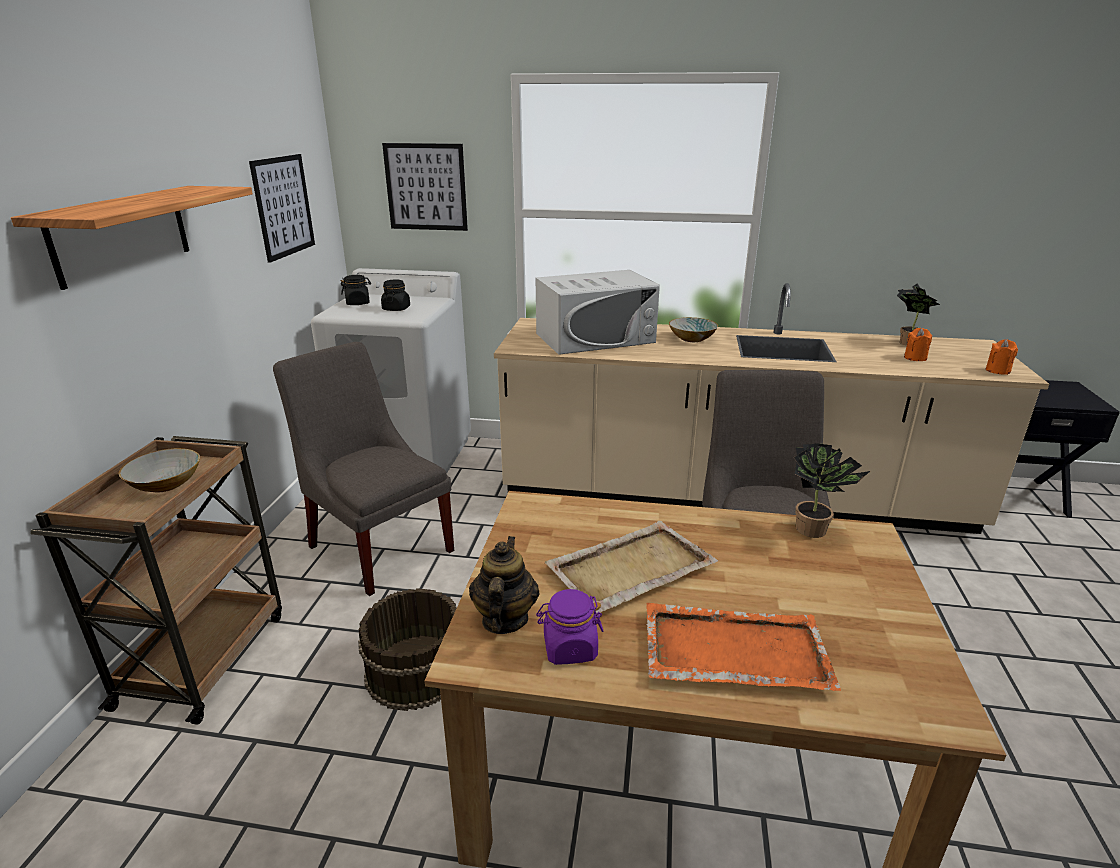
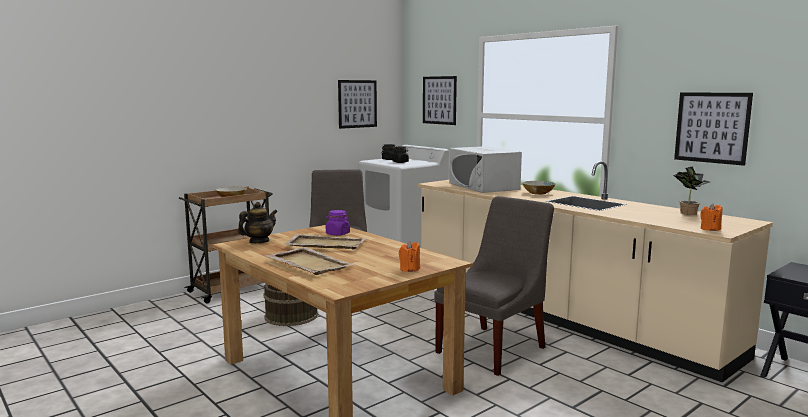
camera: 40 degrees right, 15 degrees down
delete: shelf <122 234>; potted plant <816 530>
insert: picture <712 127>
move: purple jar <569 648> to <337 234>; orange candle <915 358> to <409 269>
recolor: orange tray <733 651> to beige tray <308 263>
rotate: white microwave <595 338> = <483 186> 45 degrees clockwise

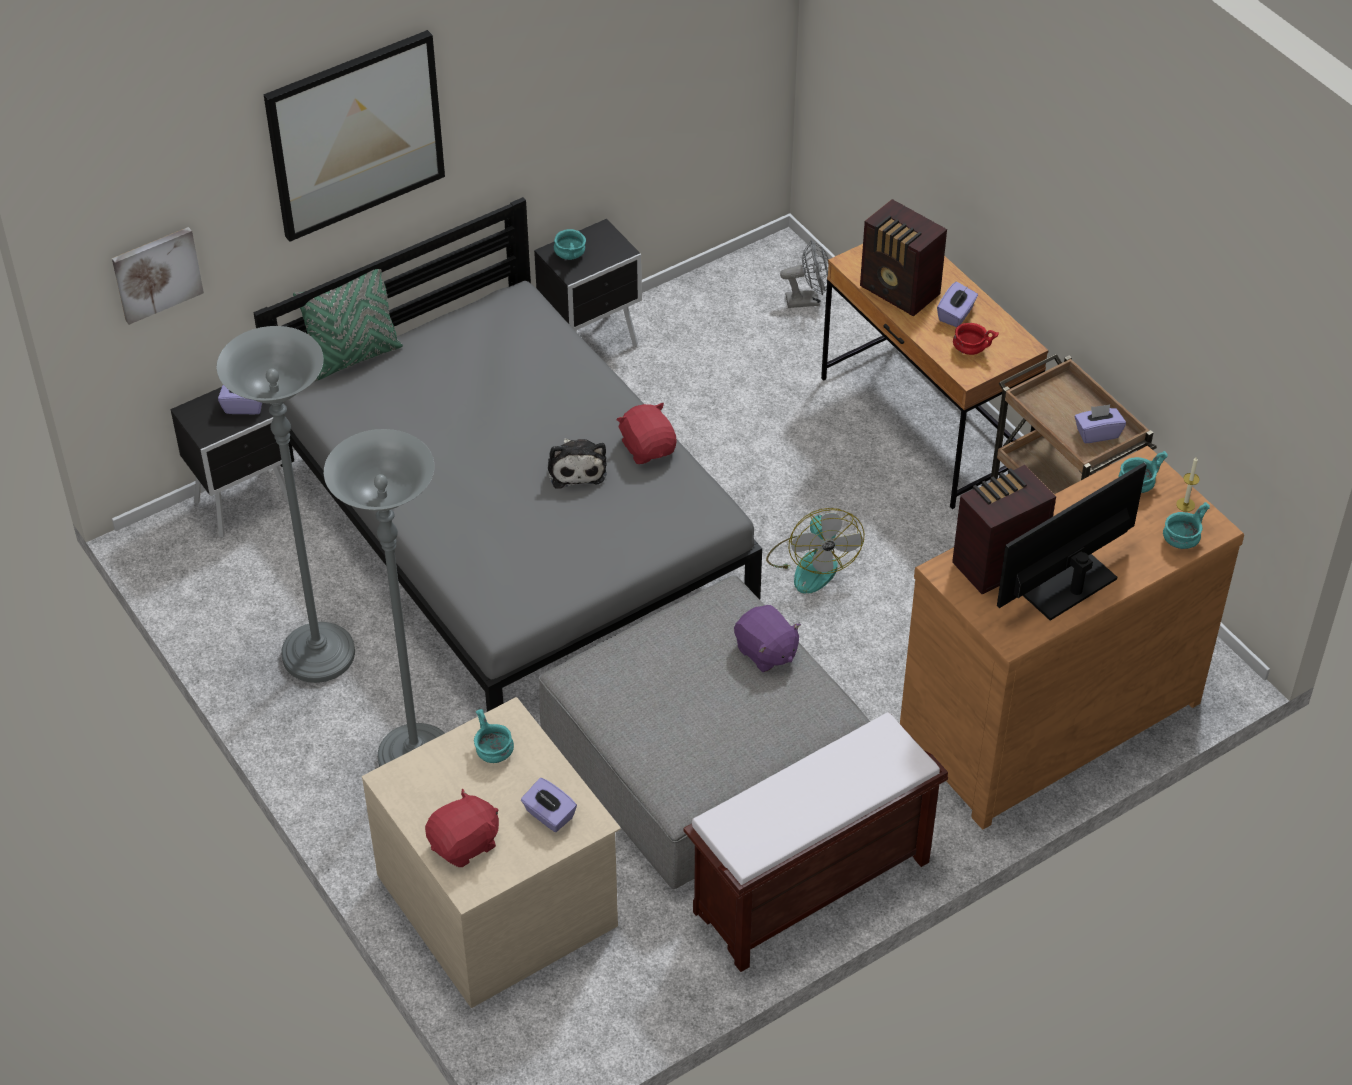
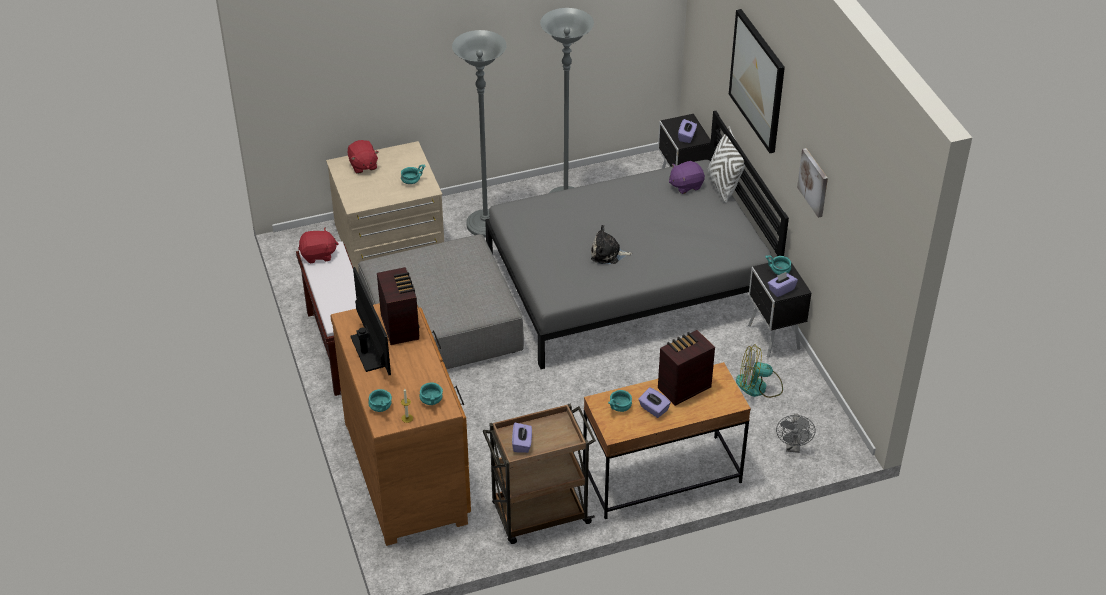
camera: 105 degrees right, 5 degrees down
move: red plush toy <648 448> to <318 255>; purple plush toy <766 652> to <685 185>; fan <811 563> to <759 386>; purple tissue box <549 815> to <781 290>; picture <156 273> to <814 182>
recolor: red bowl <970 349> to turquoise bowl <620 408>; green pillow <353 357> to white pillow <723 185>

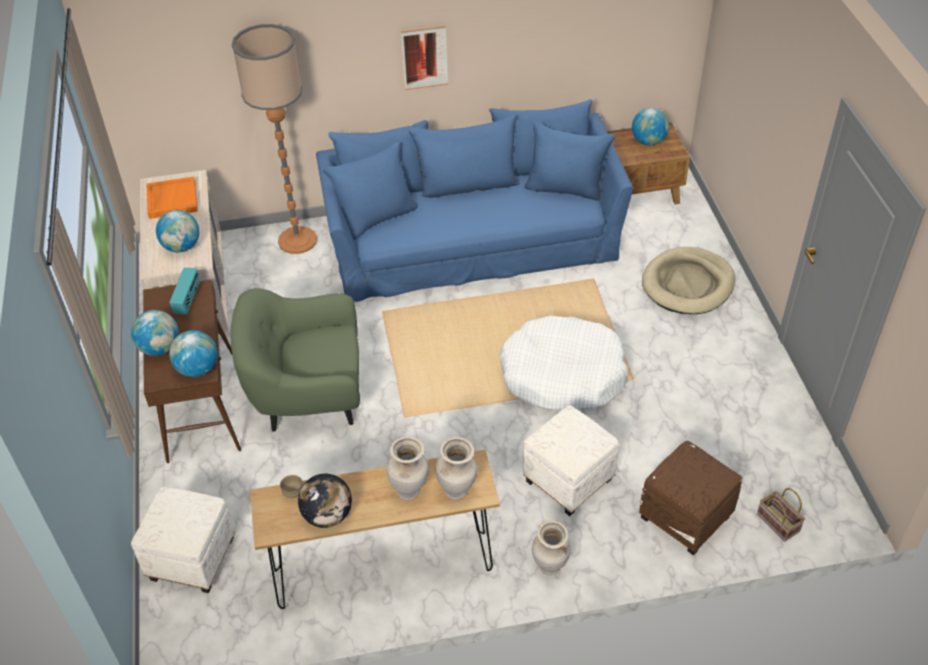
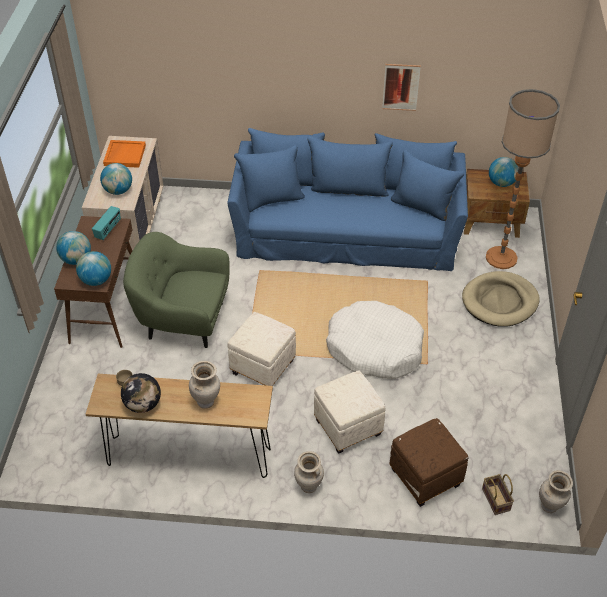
camera: 15 degrees right, 0 degrees up
move: white ottoman <192 560> to <263 367>; picture <424 58> to <401 87>; floor lamp <297 240> to <501 258>; beige vase <457 491> to <549 507>

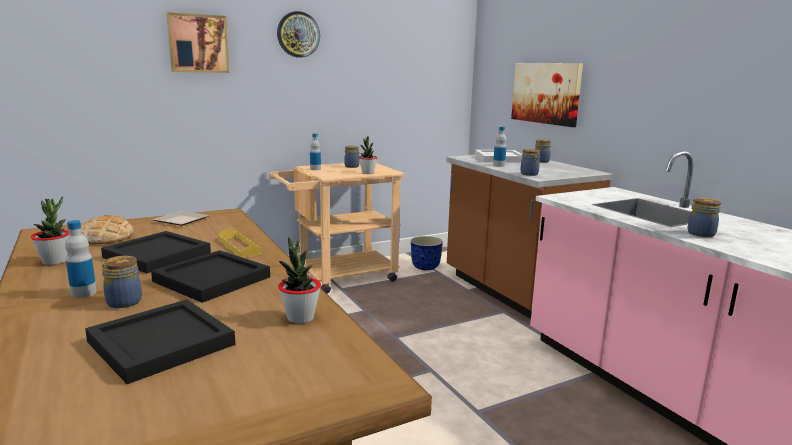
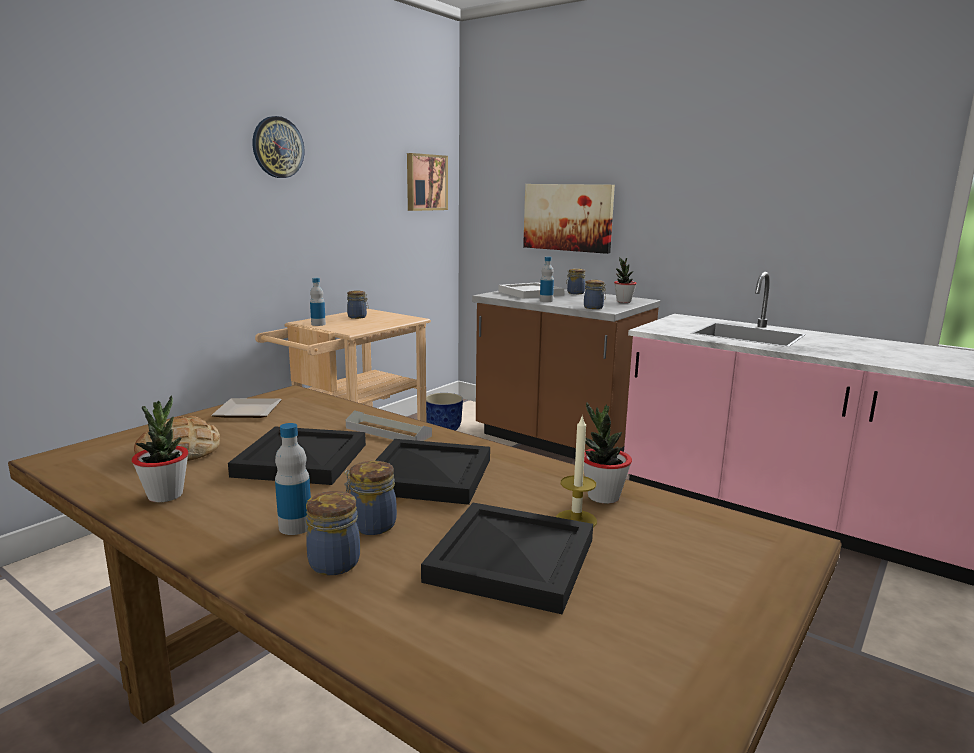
camera: 25 degrees left, 0 degrees up
insert: candle <576 520>
move: jar <700 233> to <334 562>; picture <198 43> to <425 182>; potted plant <367 173> to <623 301>
recolor: yellow tray <239 247> to grey tray <388 432>

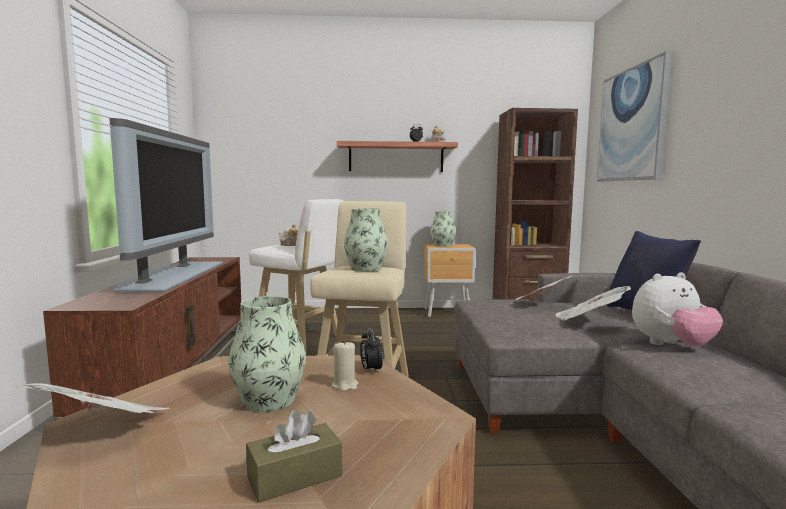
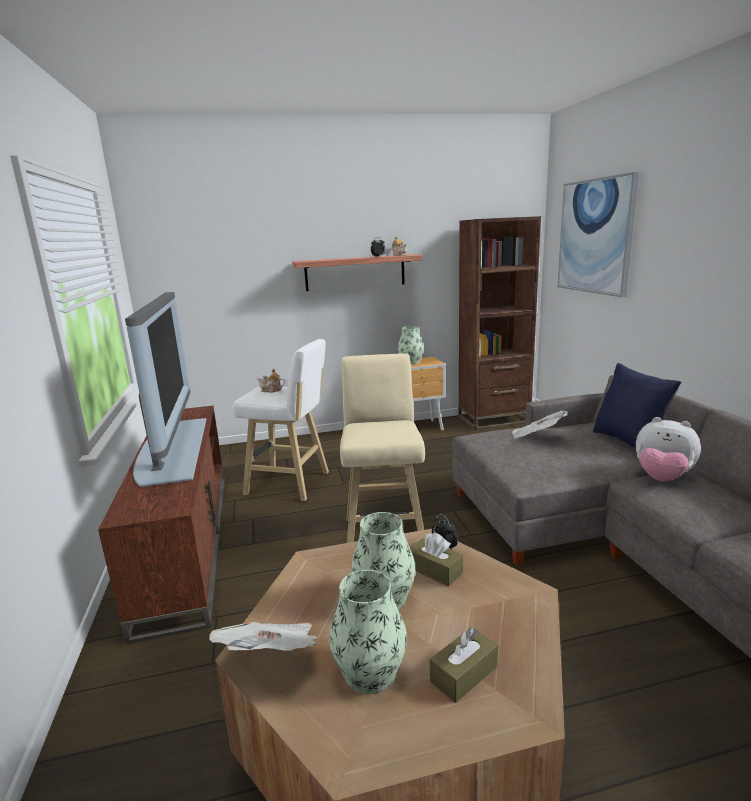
camera: 10 degrees left, 10 degrees up
delete: newspaper <589 321>
move: vase <365 268> to <370 672>
replace: beige candle <345 385> to brown tissue box <435 570>
rotate: plush toy <671 346> = <662 478> 60 degrees clockwise

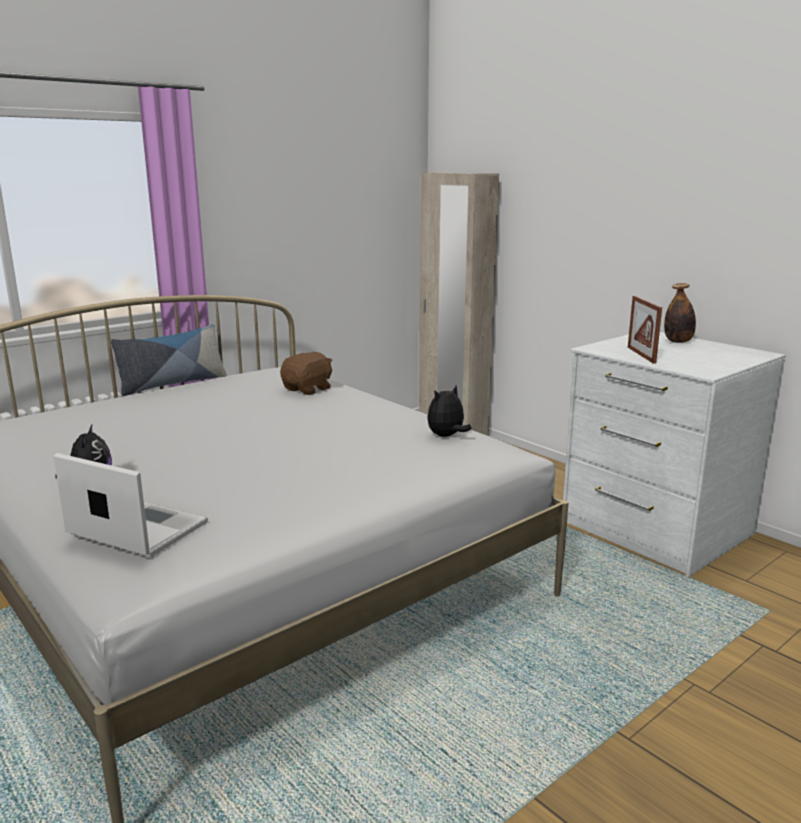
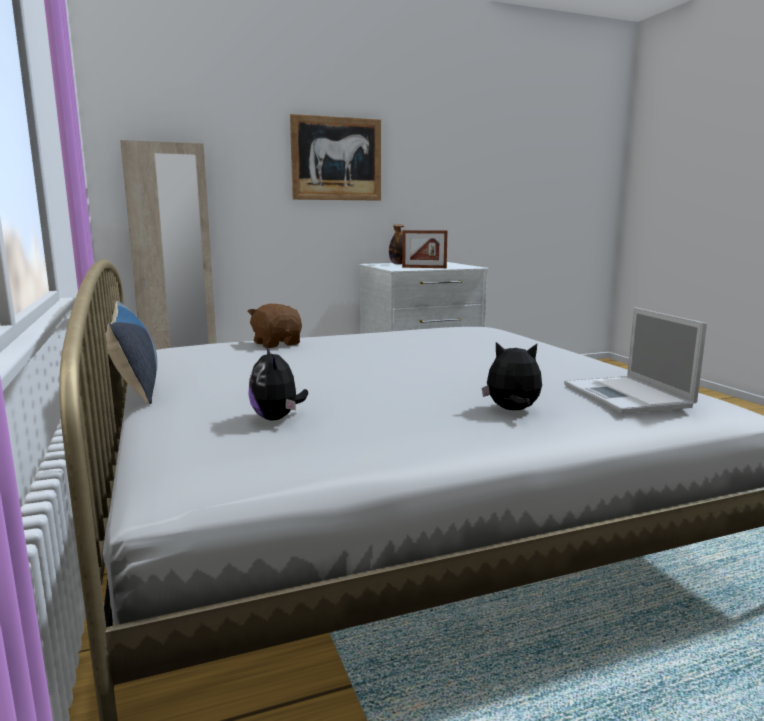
camera: 70 degrees left, 5 degrees down
insert: picture <336 159>
move: plush toy <447 436> to <277 418>
rotate: laptop <135 528> = <628 396> 60 degrees counterclockwise

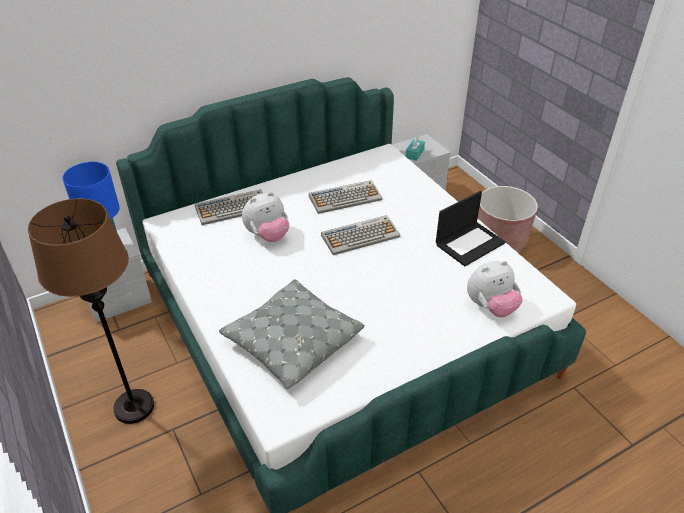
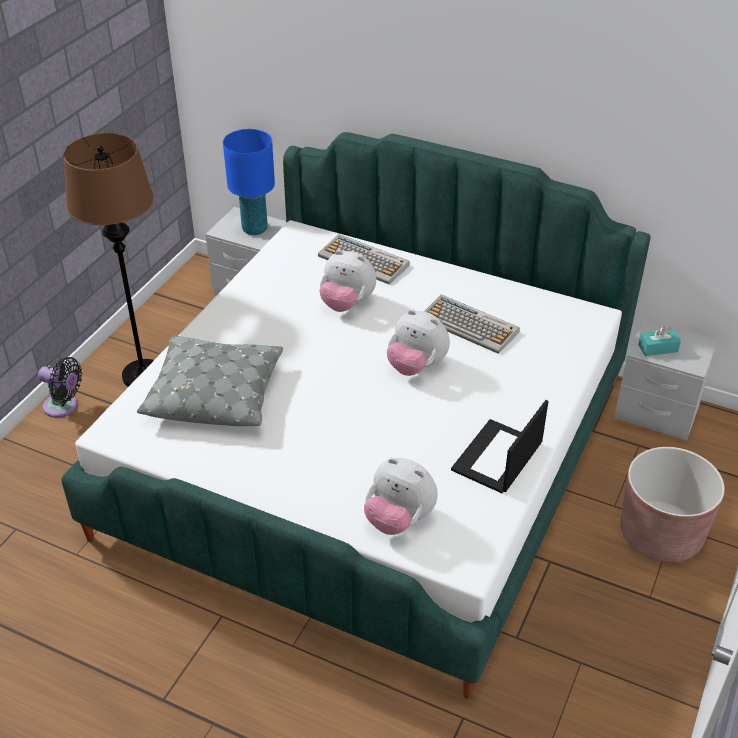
camera: 55 degrees right, 0 degrees up
insert: black fan <63 407>
replace: keyboard <361 236> to plush toy <416 366>
rotate: laptop <470 243> = <497 458> 105 degrees clockwise

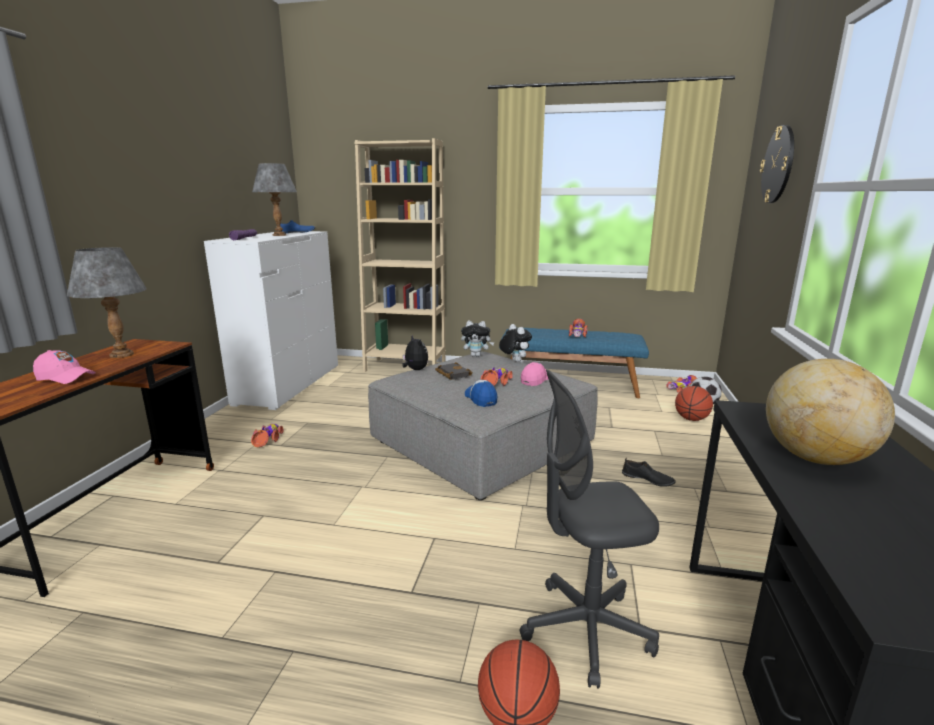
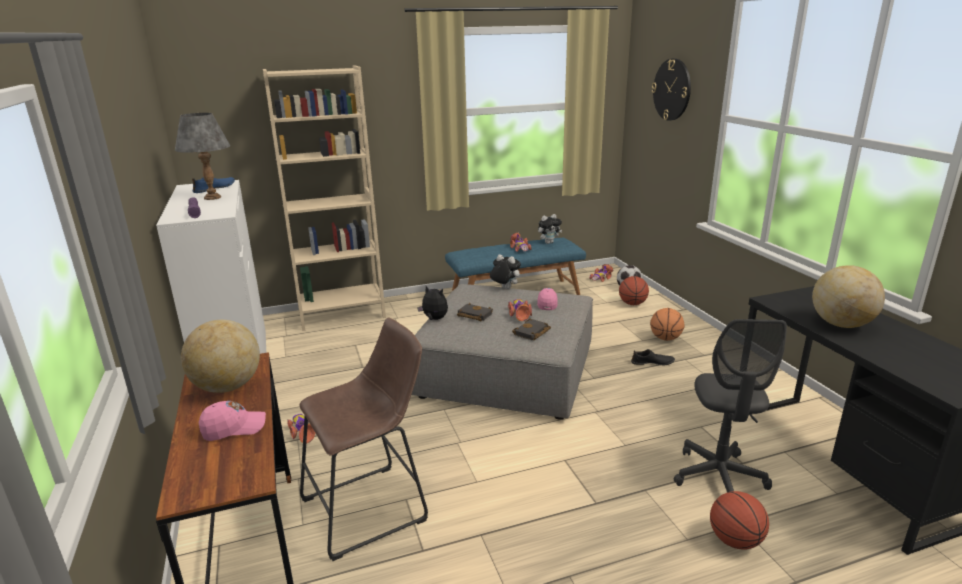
camera: 30 degrees left, 5 degrees up
insert: brown stool <371 507>; basketball <665 338>
move: plush toy <476 355> to <549 242>
replace: grey table lamp <121 355> to globe <227 387>; cap <481 399> to black book <532 333>
rotate: grey office chair <586 630> = <719 477> 45 degrees counterclockwise

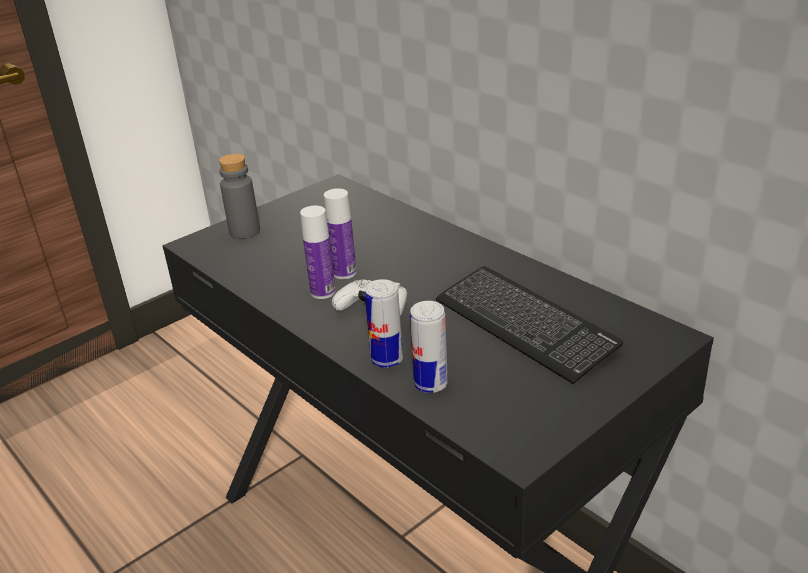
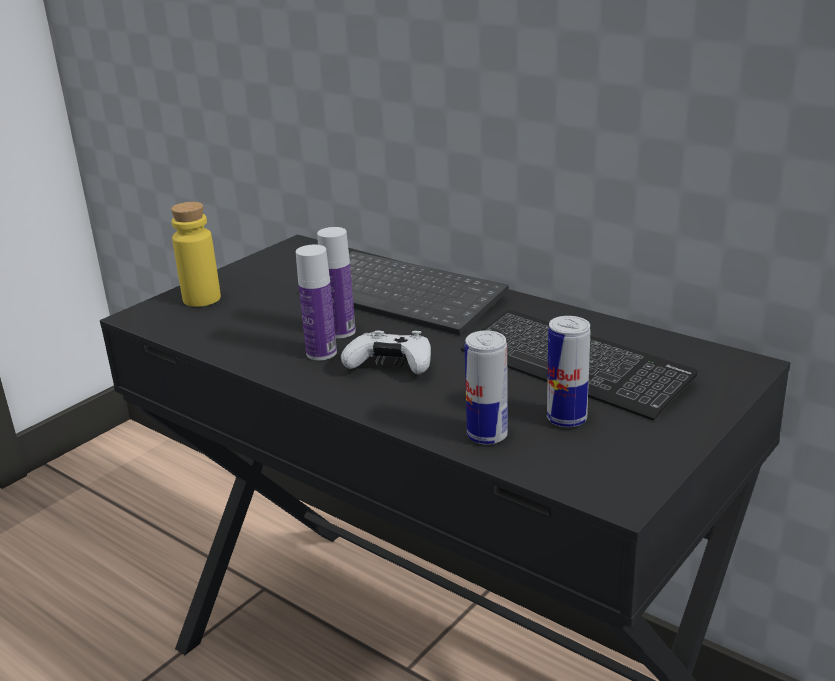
camera: 10 degrees left, 5 degrees down
insert: keyboard <406 295>
move: can <387 360> to <566 419>
recolor: grey bottle <244 232> to yellow bottle <202 299>

